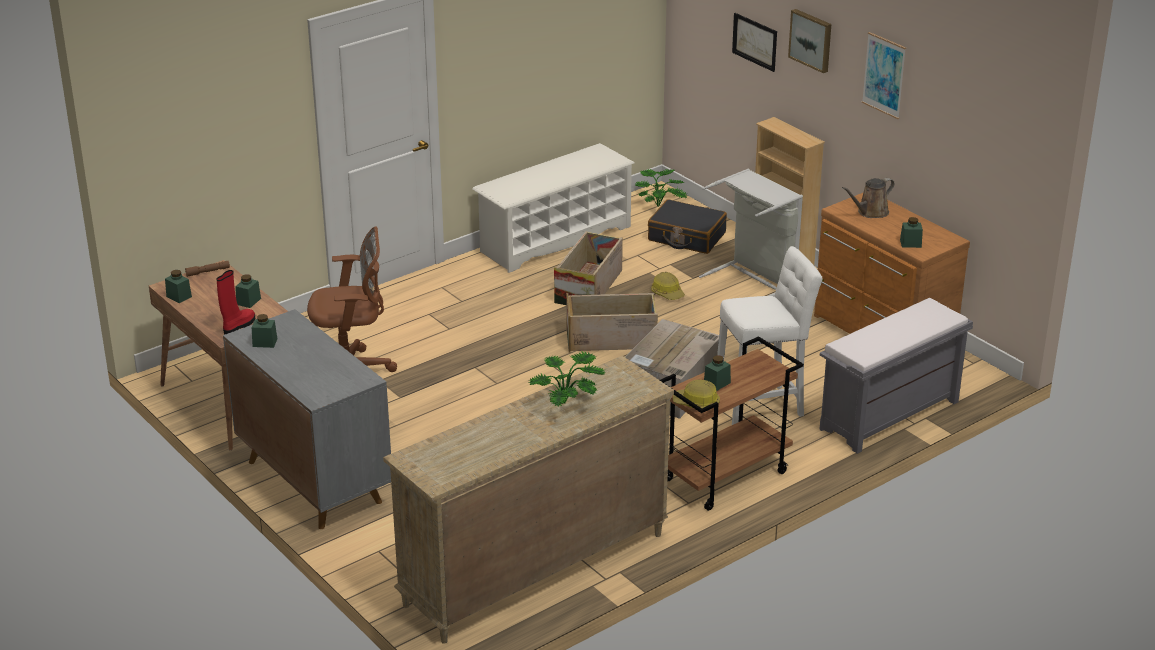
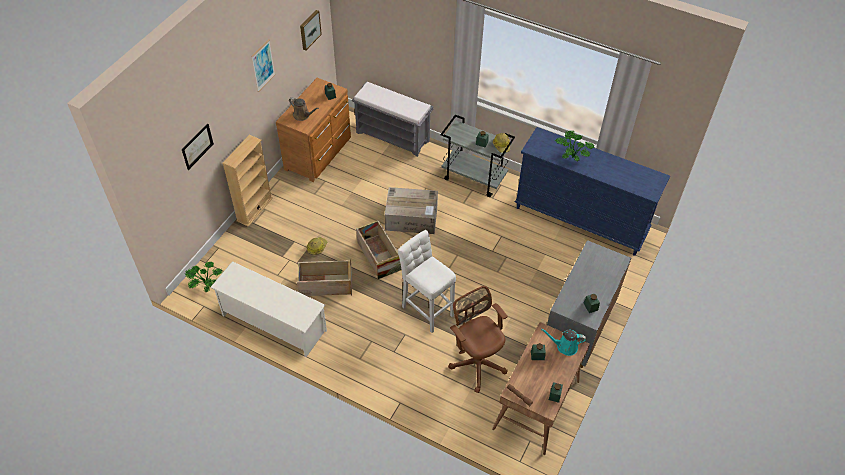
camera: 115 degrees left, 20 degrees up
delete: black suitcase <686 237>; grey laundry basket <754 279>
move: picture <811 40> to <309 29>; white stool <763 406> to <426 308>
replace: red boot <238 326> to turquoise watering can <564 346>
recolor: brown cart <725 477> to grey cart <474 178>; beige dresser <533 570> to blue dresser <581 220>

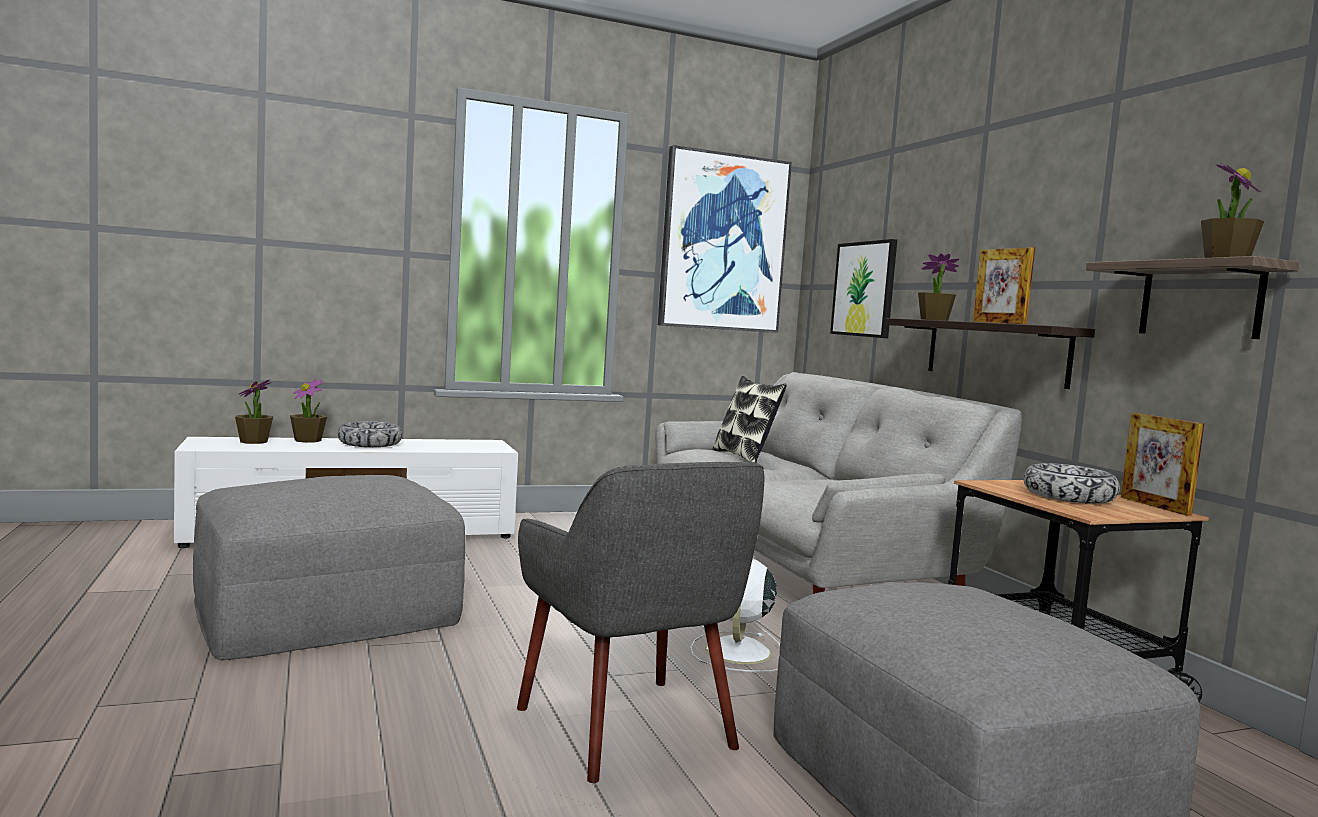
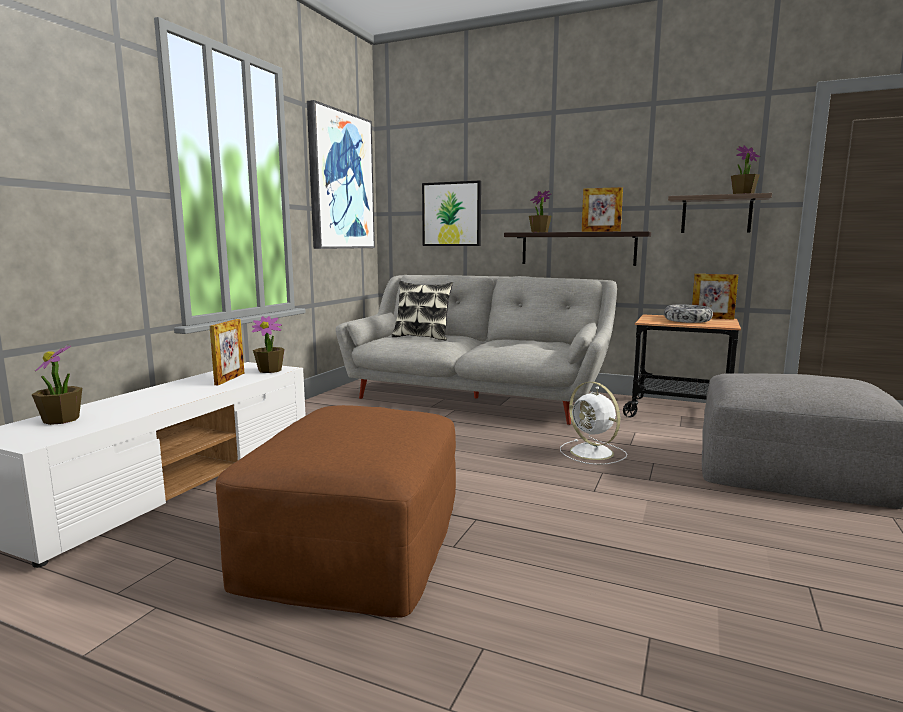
camera: 45 degrees left, 5 degrees up
delete: bowl <370 444>; grey armchair <628 728>
insert: picture frame <230 379>
move: potted plant <308 440> to <270 370>
recolor: grey ottoman <326 611> to brown ottoman <354 542>

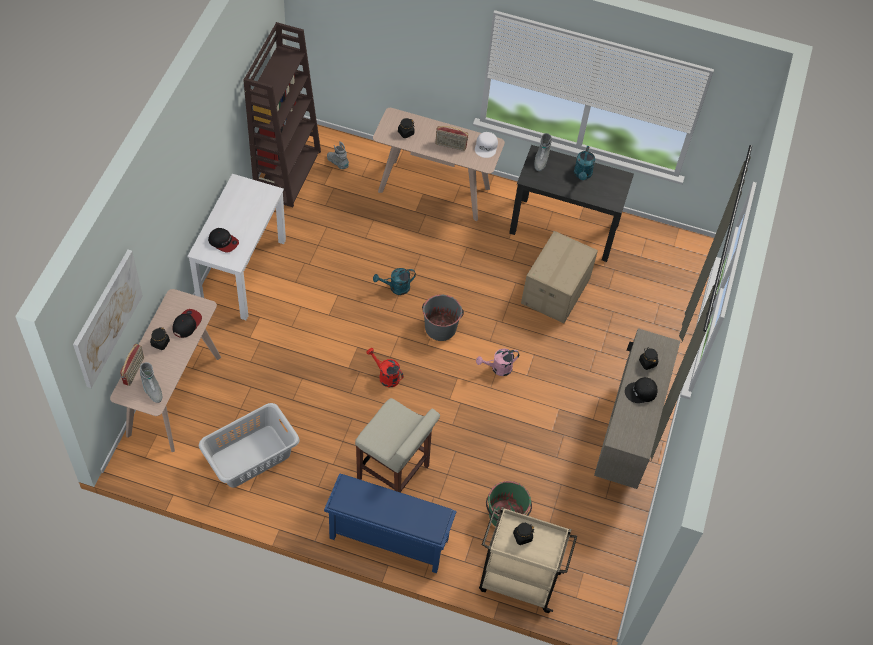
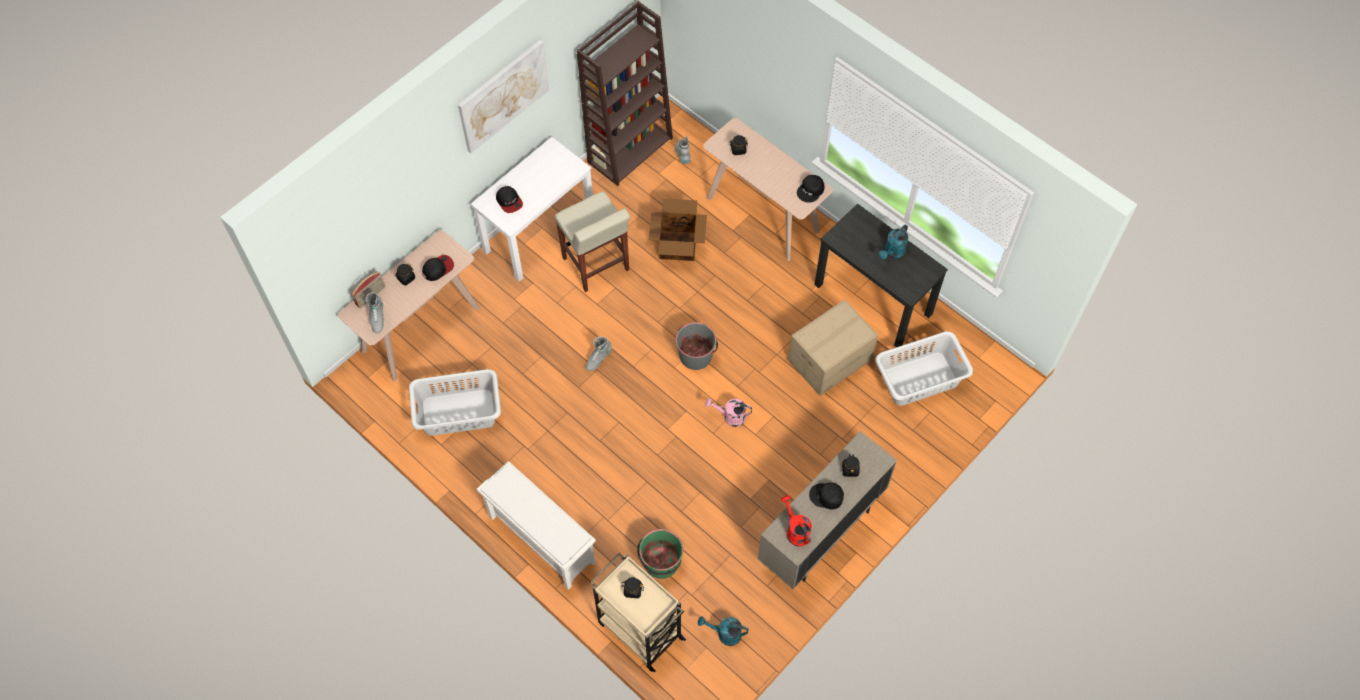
camera: 30 degrees right, 5 degrees up
delete: radio <450 146>
insert: cardboard box <678 245>; grey laundry basket <918 378>
move: picture <107 318> to <503 95>; beige stool <394 473> to <596 265>; grey boot <541 160> to <598 359>; turquoise watering can <396 288> to <724 634>; red watering can <386 376> to <795 530>
recolor: blue shoe rack <387 539> to white shoe rack <540 539>; white cap <486 147> to black cap <811 190>

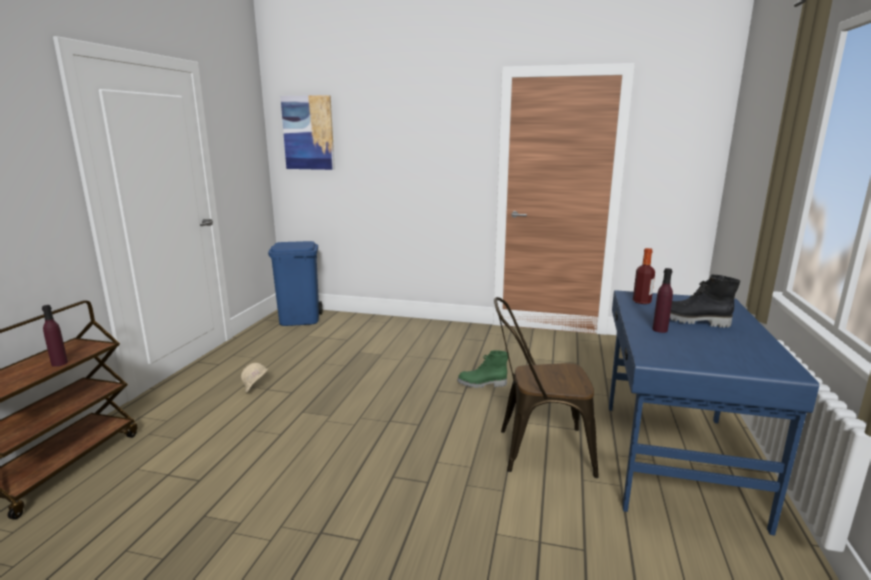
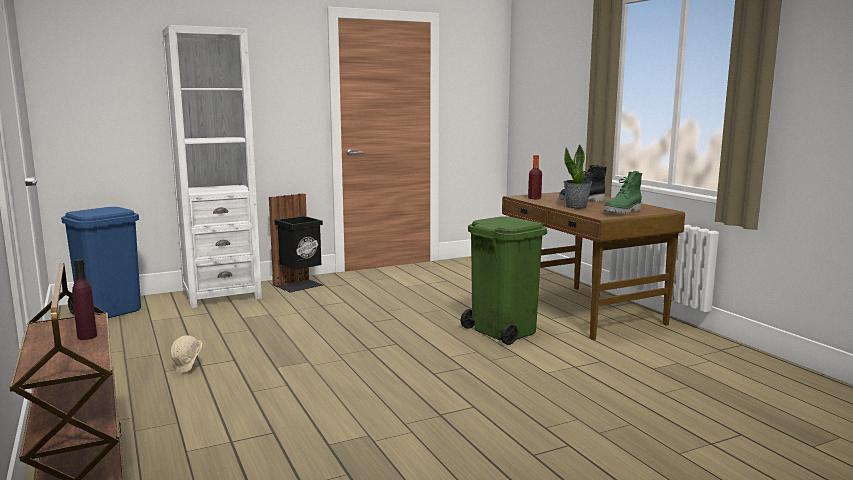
camera: 40 degrees left, 5 degrees down
delete: picture <308 133>
insert: white bookcase <221 295>; black trash can <299 285>
move: green boot <482 384> to <623 212>
replace: brown chair <536 450> to green trash can <502 331>; purple bottle <660 330> to potted plant <576 207>
recolor: blue desk <674 460> to brown desk <583 311>

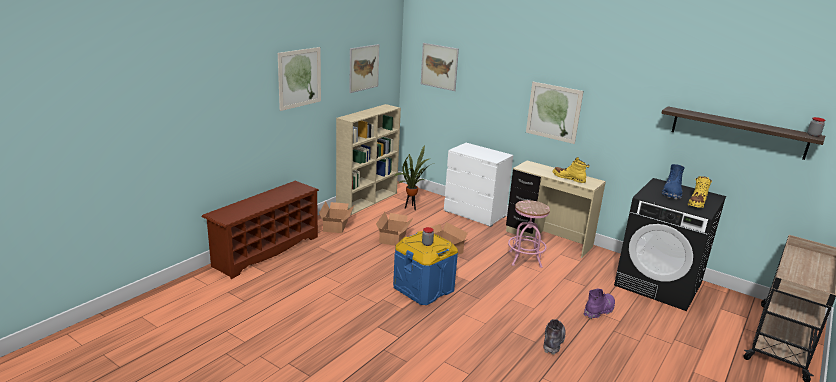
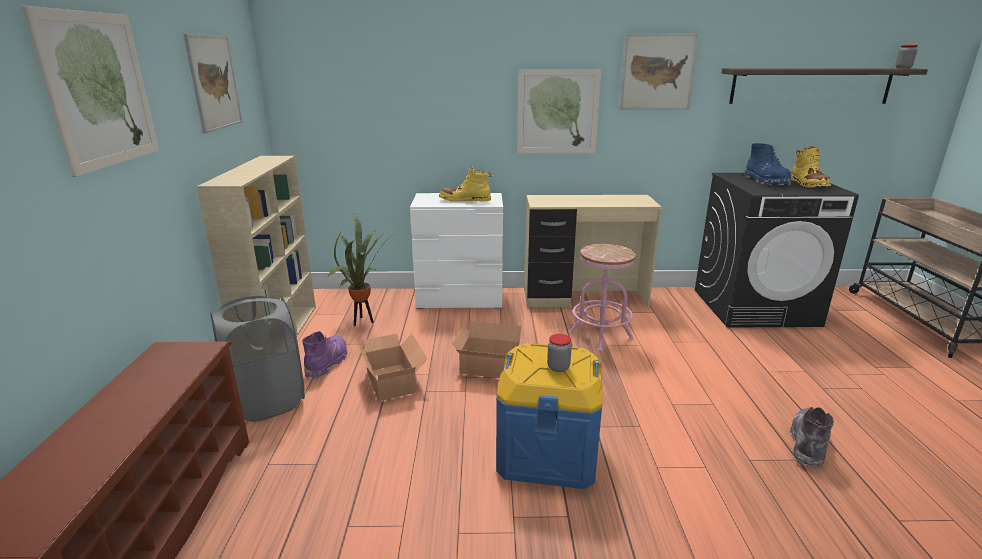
camera: 35 degrees left, 0 degrees up
move: purple boot <599 310> to <327 363>; yellow boot <568 178> to <465 200>; picture <439 66> to <657 72>
replace: cardboard box <337 225> to grey laundry basket <267 401>
rotate: grey boot <553 341> = <808 444> 45 degrees clockwise

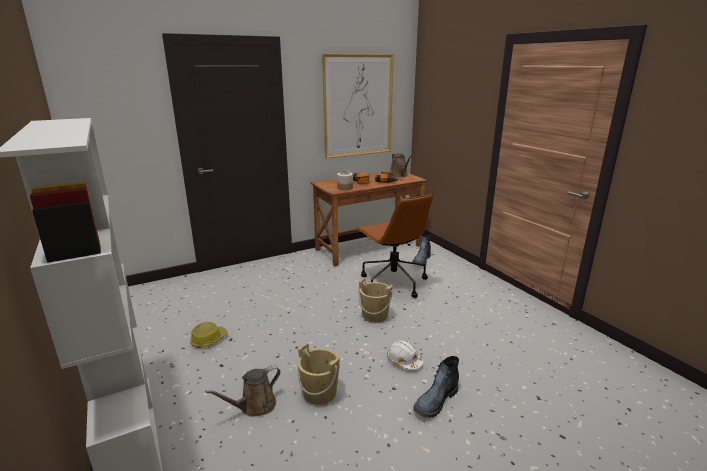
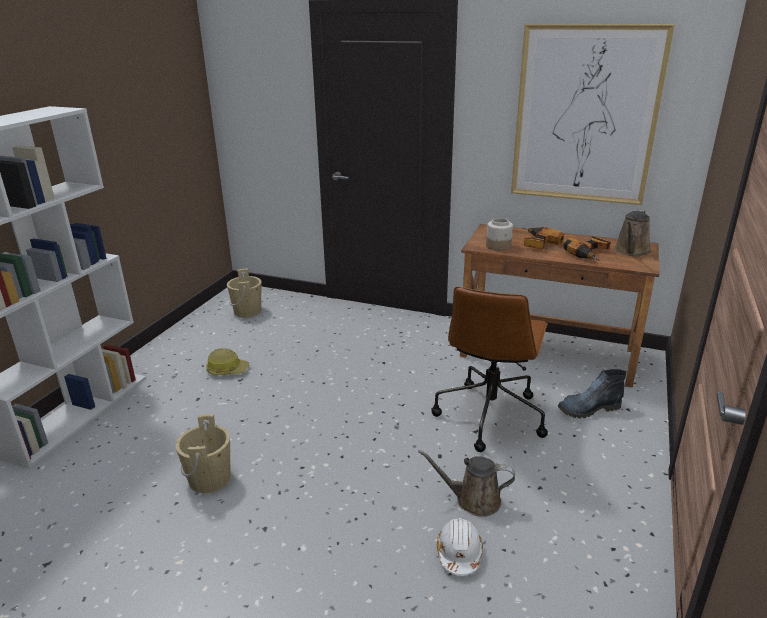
camera: 50 degrees right, 5 degrees up
delete: boot <435 402>
move: beige bucket <375 315> to <247 311>; brown watering can <255 406> to <473 500>; white hard hat <404 361> to <459 553>

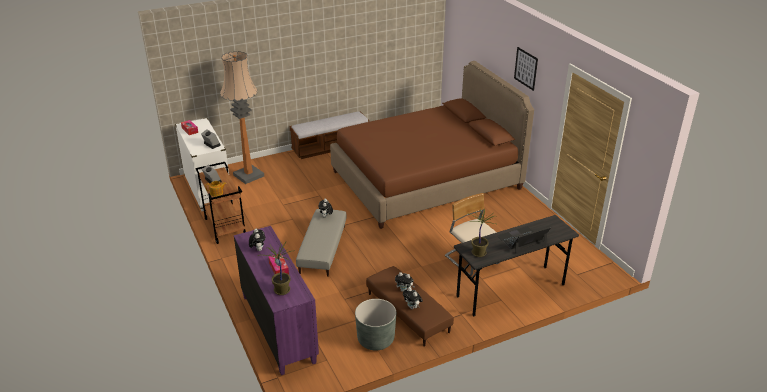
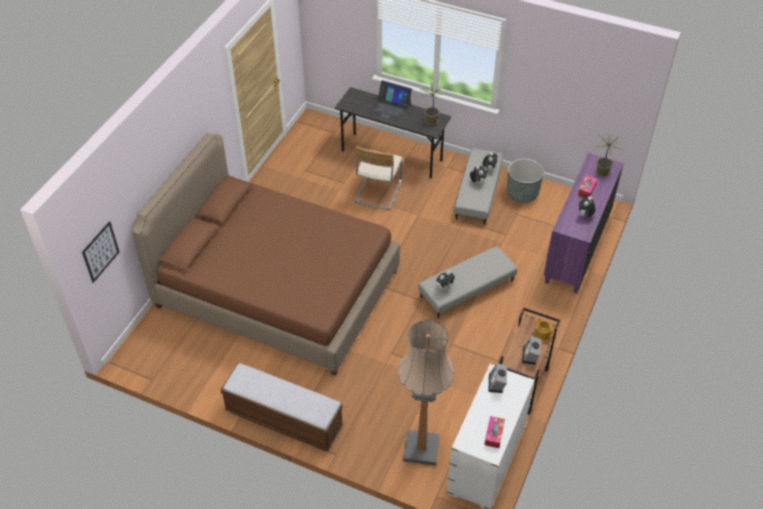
camera: 130 degrees left, 15 degrees up
move: picture <526 68> to <100 251>
recolor: brown ottoman <408 312> to grey ottoman <477 193>

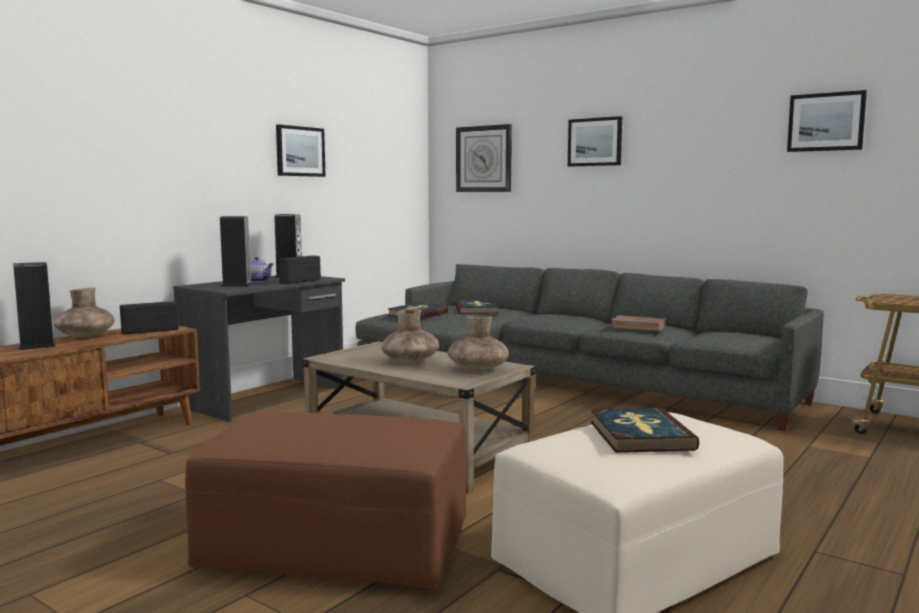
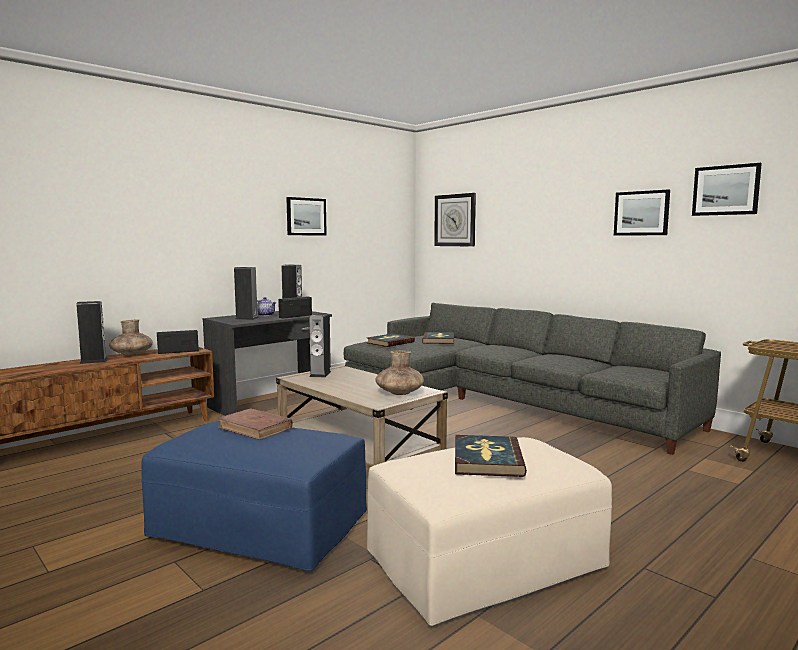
camera: 10 degrees right, 0 degrees up
delete: brown vase <410 361>
insert: speaker <320 374>
move: brown book <638 327> to <255 428>; picture <595 142> to <641 213>
recolor: brown ottoman <338 544> to blue ottoman <260 526>

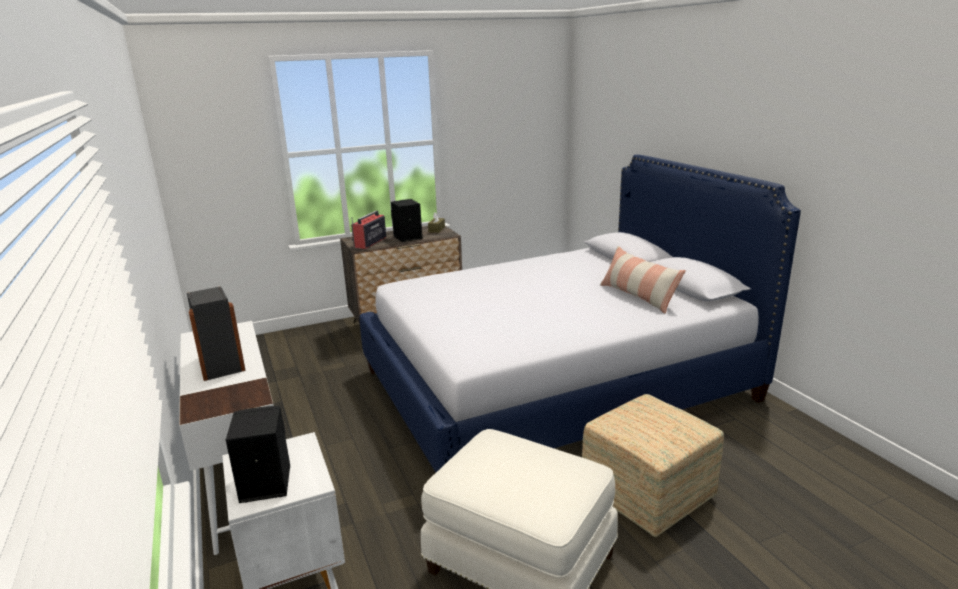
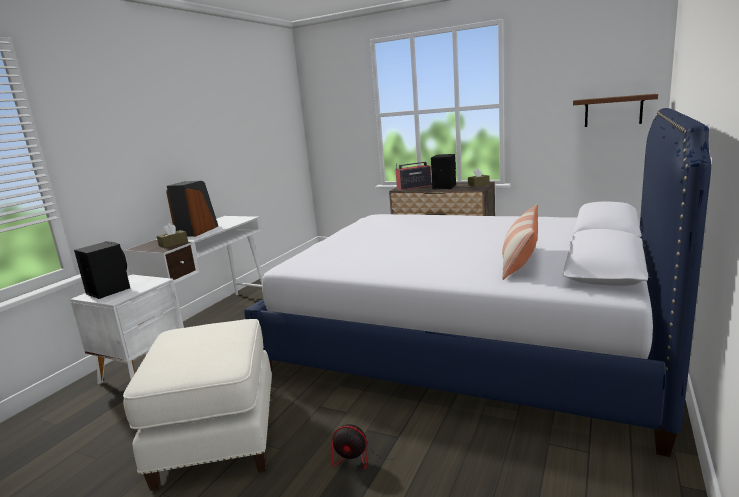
camera: 50 degrees right, 5 degrees down
insert: brown tissue box <173 244>; brown shelf <613 111>
replace: ottoman <647 496> to fan <367 453>

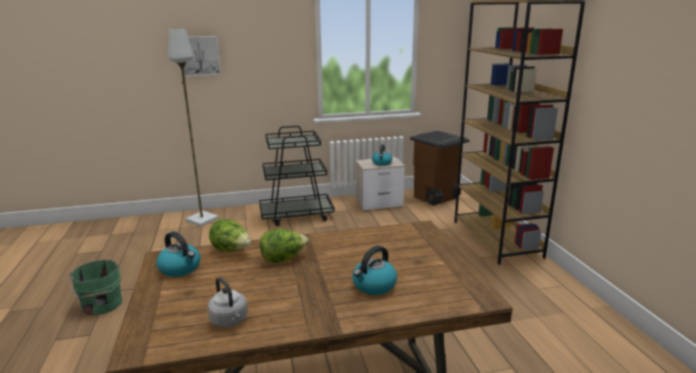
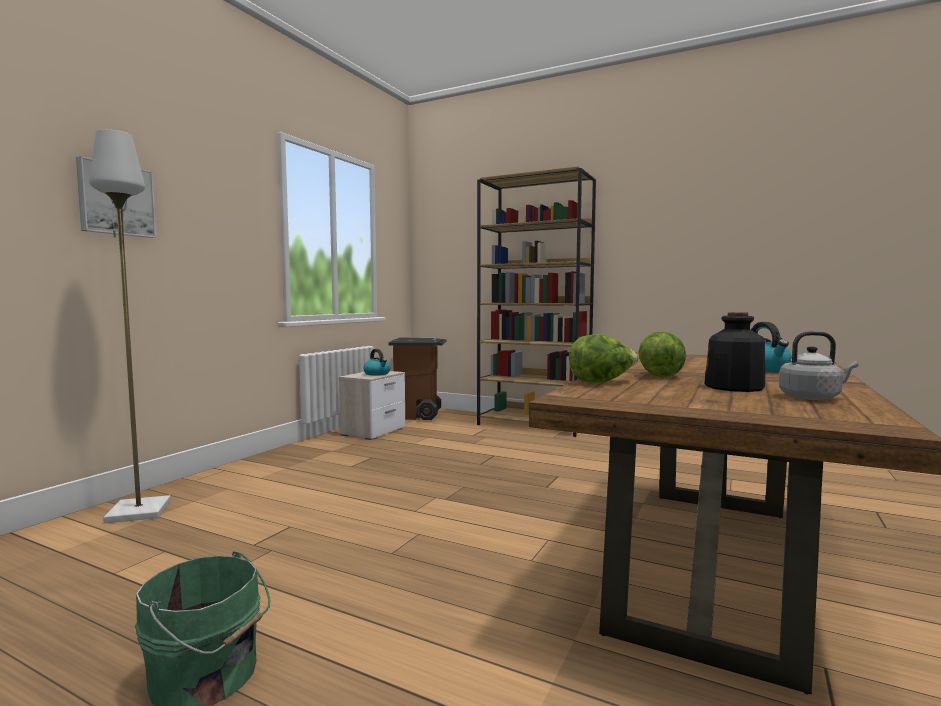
camera: 50 degrees left, 15 degrees down
delete: kettle <180 268>; black cart <297 215>
insert: bottle <734 387>

